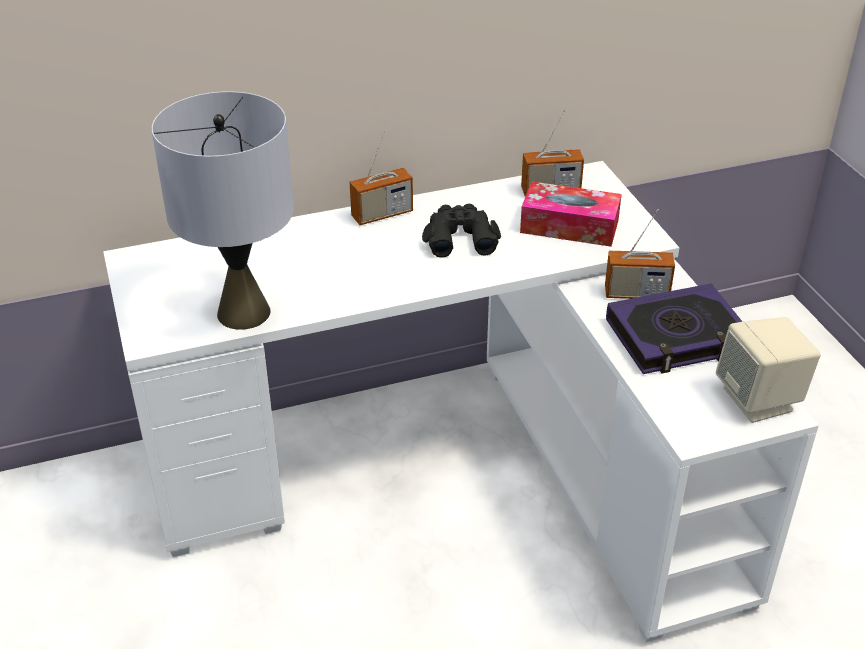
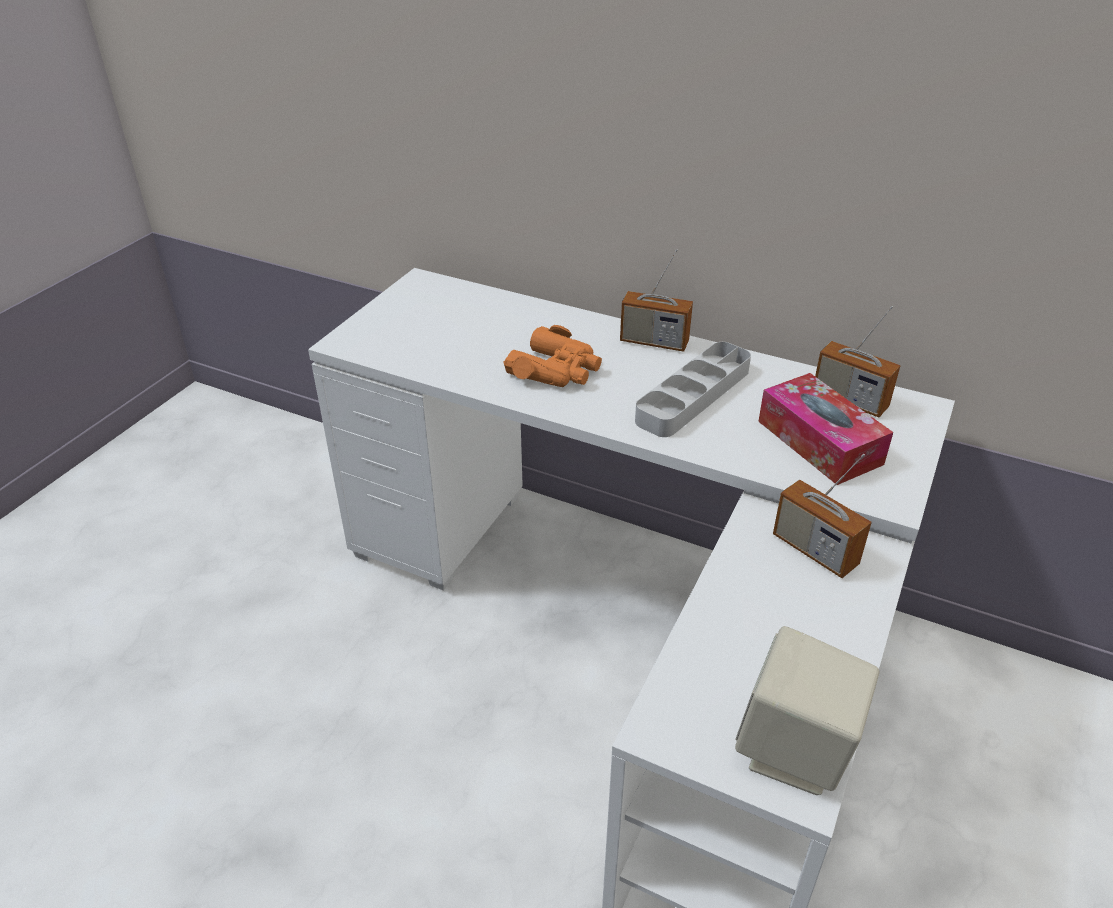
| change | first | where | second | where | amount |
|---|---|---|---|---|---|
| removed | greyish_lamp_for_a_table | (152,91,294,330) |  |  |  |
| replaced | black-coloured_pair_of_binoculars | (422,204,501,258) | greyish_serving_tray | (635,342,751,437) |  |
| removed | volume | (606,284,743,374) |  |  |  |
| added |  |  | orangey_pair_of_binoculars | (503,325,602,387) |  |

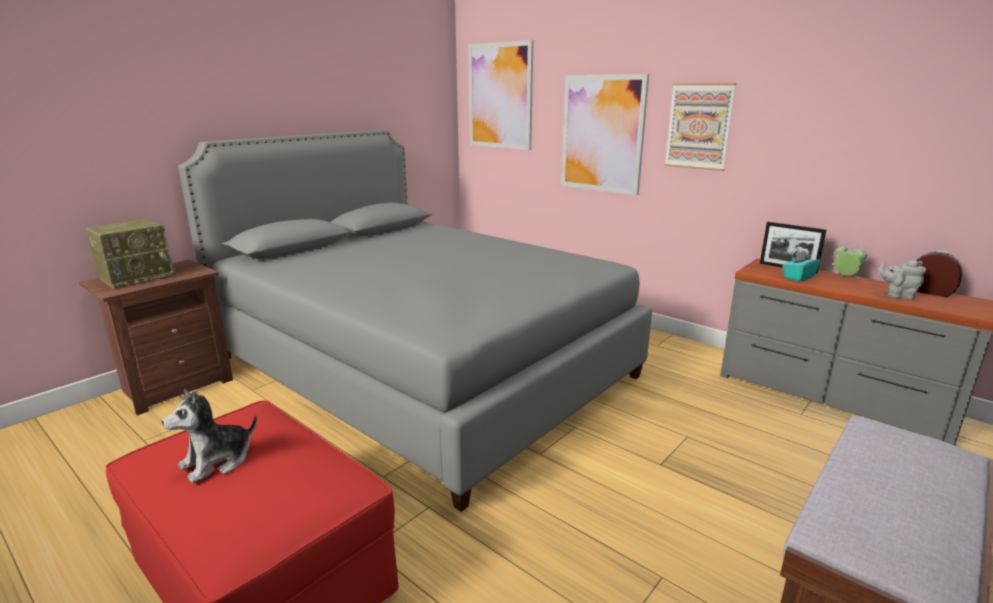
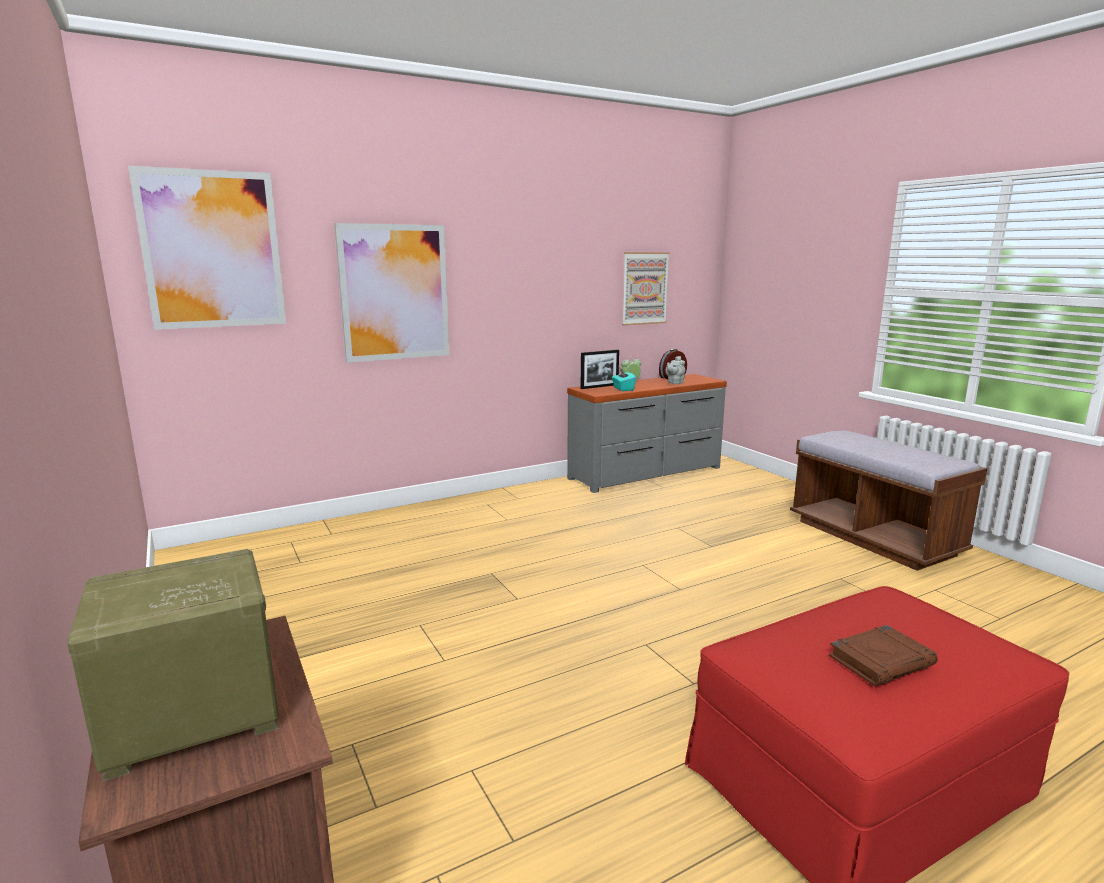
| change | first | where | second | where | amount |
|---|---|---|---|---|---|
| turned | radio | (86,219,176,289) |  | (67,549,279,782) | 90 degrees counterclockwise |
| replaced | soft_toy | (162,389,257,483) | brown_volume | (829,625,937,686) |  |
| removed | greyish_bedroom_bed | (178,130,652,512) |  |  |  |
| moved | wall_picture | (664,83,736,171) |  | (622,252,670,325) |  |

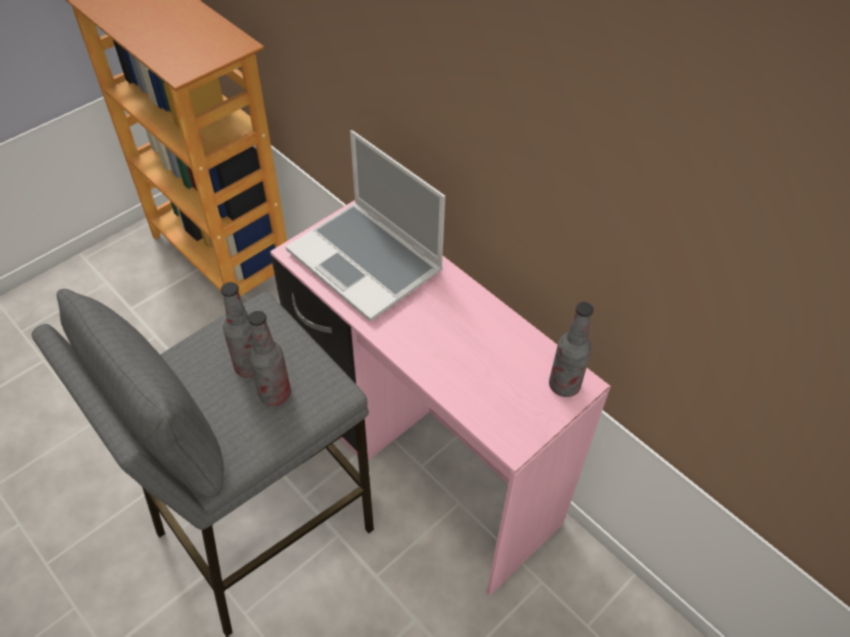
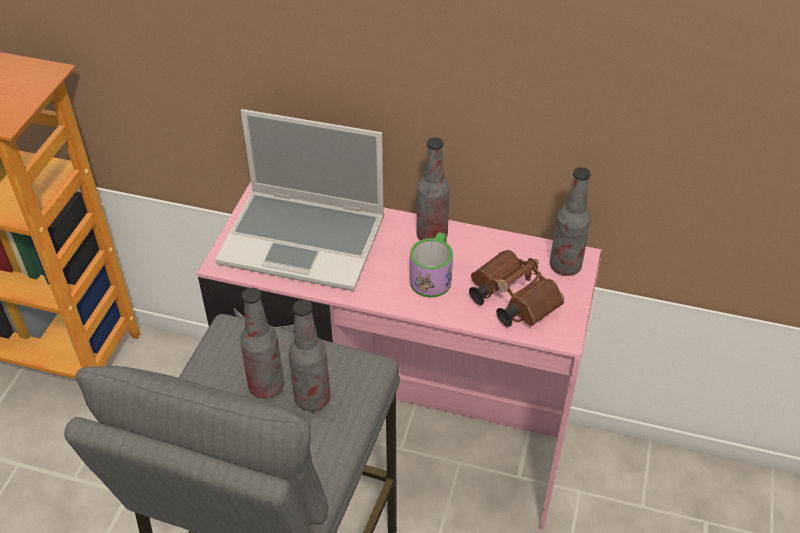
| change | first | where | second | where | amount |
|---|---|---|---|---|---|
| added |  |  | mug | (410,232,453,298) |  |
| added |  |  | beverage_bottle | (416,137,450,240) |  |
| added |  |  | brown_pair_of_binoculars | (469,250,564,327) |  |

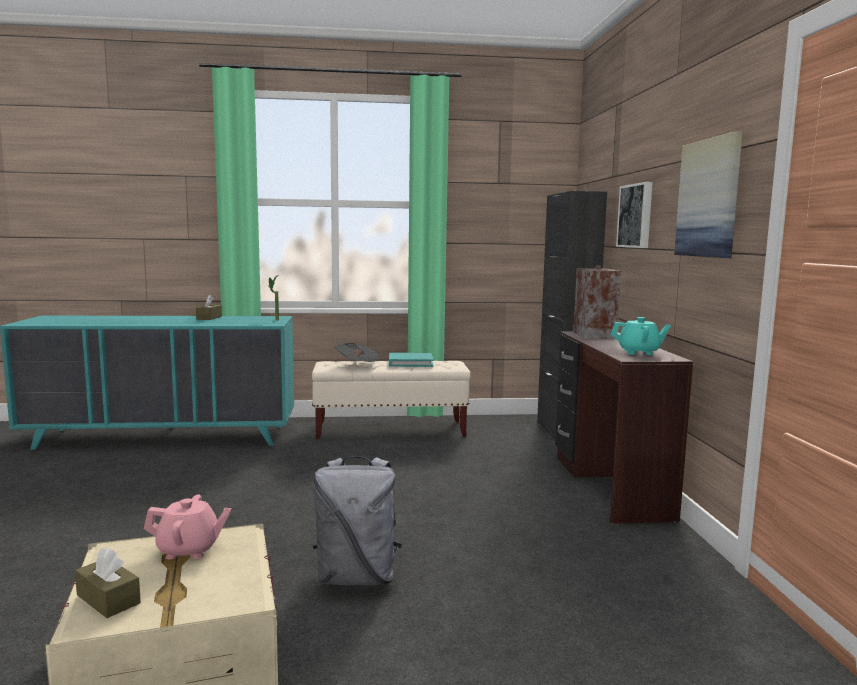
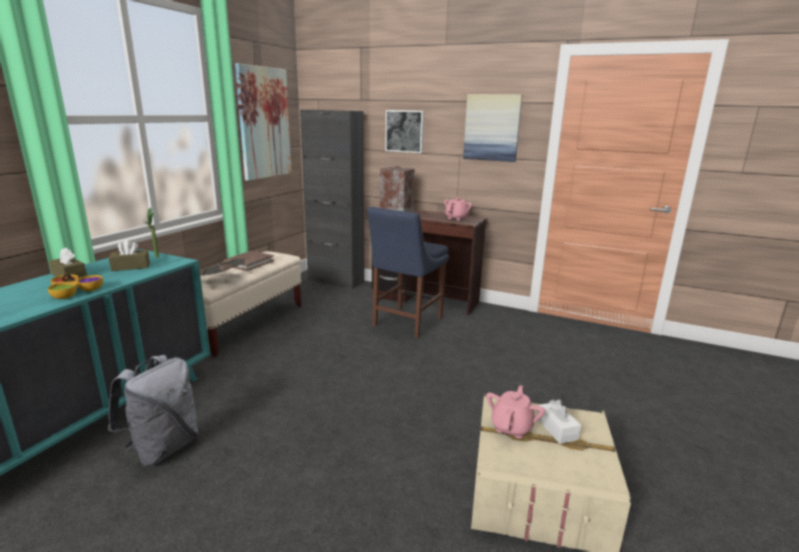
| change | first | where | second | where | amount |
|---|---|---|---|---|---|
| moved | brown_tissue_box | (75,547,141,618) |  | (109,240,150,271) |  |
| moved | greyish_backpack | (313,456,402,586) |  | (108,355,199,466) |  |
| recoloured | turquoise-coloured_volume | (389,353,433,367) | brown_volume | (223,251,274,271) |  |
| recoloured | turquoise-coloured_tea_pot | (611,317,671,355) | pinkish_tea_pot | (444,197,472,221) |  |
| added |  |  | deep_dish | (48,274,103,299) |  |
| added |  |  | wall_picture | (235,63,292,181) |  |
| added |  |  | blue-coloured_plain_chair | (367,207,449,338) |  |
| added |  |  | white-coloured_tissue_box | (538,400,581,444) |  |

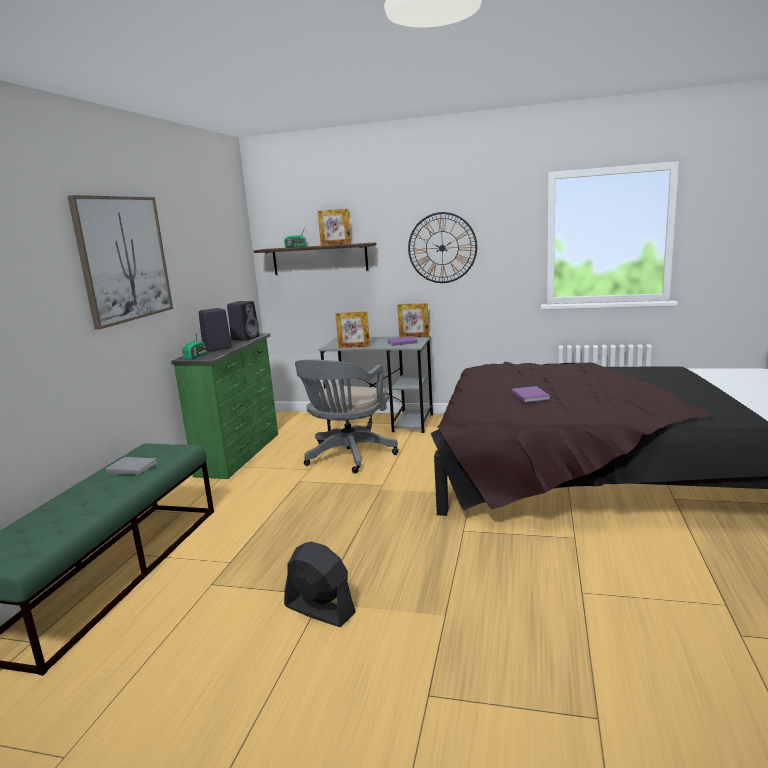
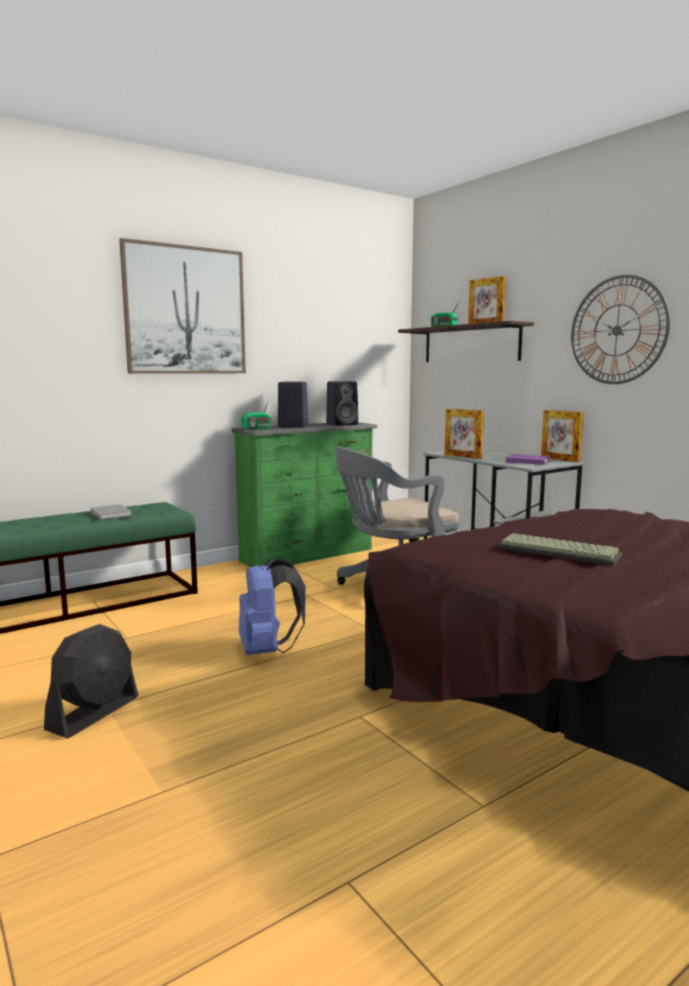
| change | first | where | second | where | amount |
|---|---|---|---|---|---|
| turned | black-coloured_electric_fan | (284,542,356,627) |  | (44,624,138,738) | 45 degrees clockwise |
| replaced | purplish_volume | (512,386,550,403) | PC_keyboard | (498,533,622,566) |  |
| added |  |  | blue-coloured_backpack | (239,558,305,655) |  |

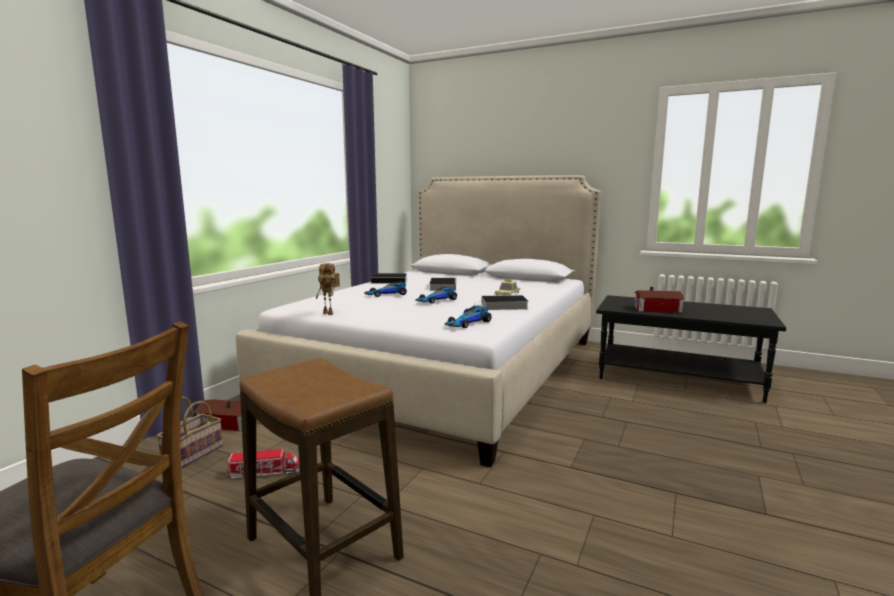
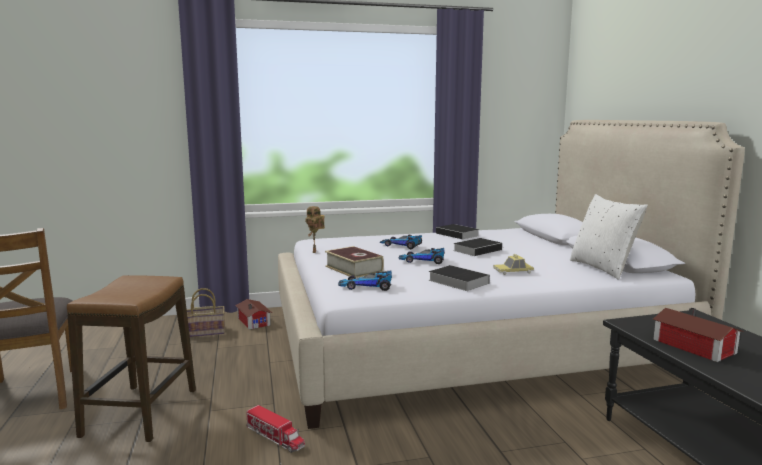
| change | first | where | second | where | amount |
|---|---|---|---|---|---|
| moved | toy_lorry | (227,449,300,478) |  | (246,405,305,453) |  |
| added |  |  | volume | (325,246,384,278) |  |
| added |  |  | white-coloured_cushion | (570,194,648,280) |  |

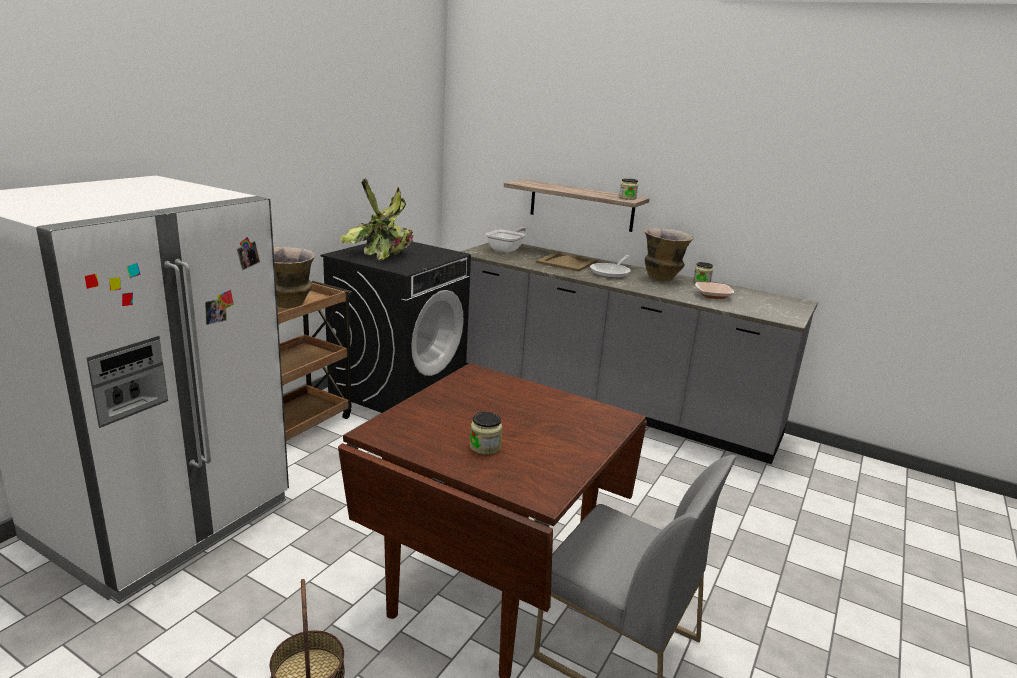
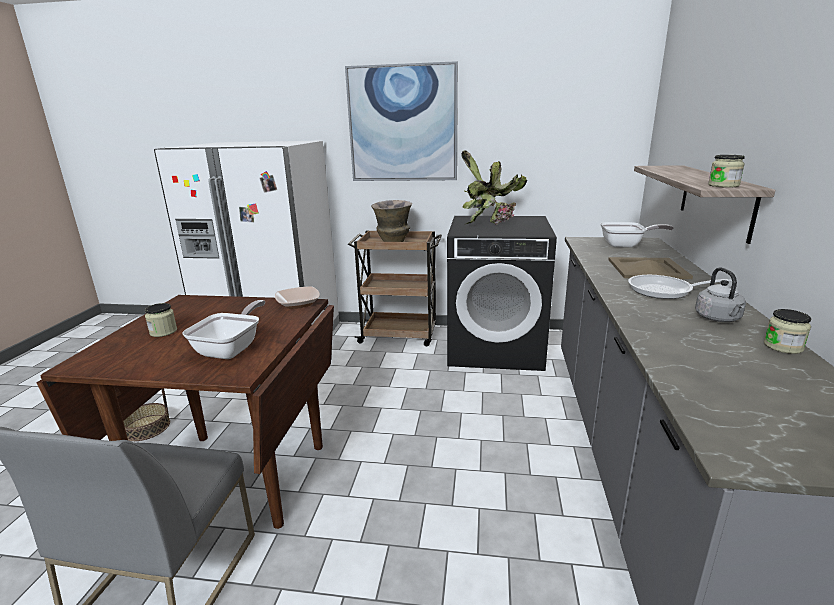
| change | first | where | second | where | amount |
|---|---|---|---|---|---|
| replaced | vase | (644,229,694,282) | greyish_tea_kettle | (695,267,746,322) |  |
| moved | deep_dish | (695,282,734,299) |  | (275,286,320,309) |  |
| added |  |  | frying_pan | (182,300,265,359) |  |
| added |  |  | wall_picture | (345,61,458,181) |  |

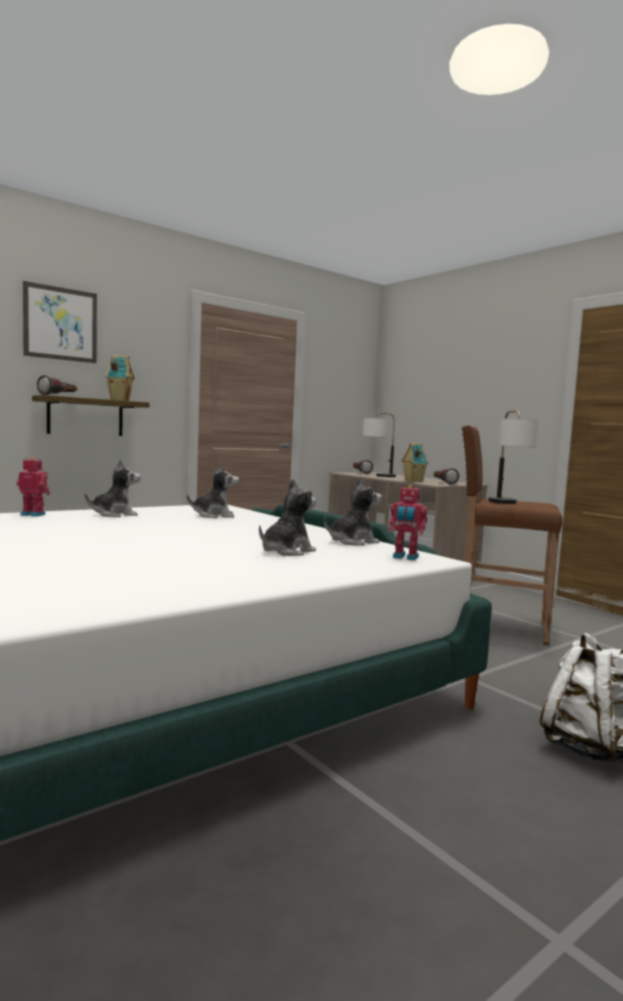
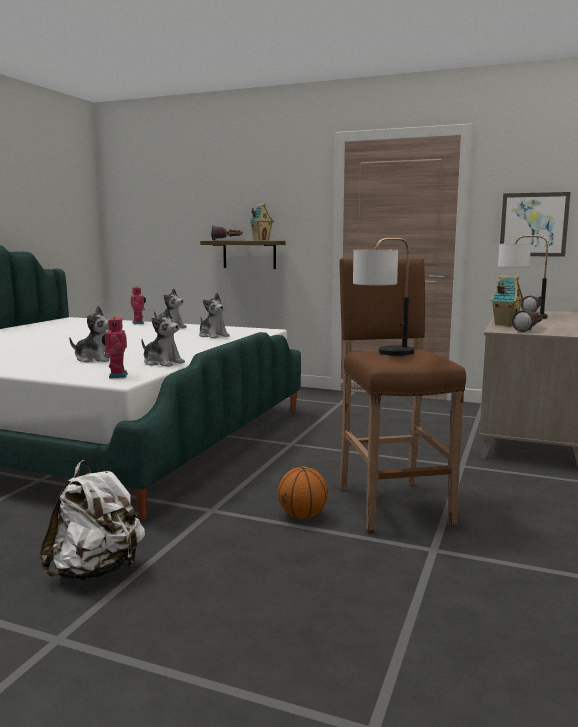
| change | first | where | second | where | amount |
|---|---|---|---|---|---|
| moved | wall_picture | (23,281,97,363) |  | (500,192,571,257) |  |
| added |  |  | basketball_ball | (278,466,328,519) |  |

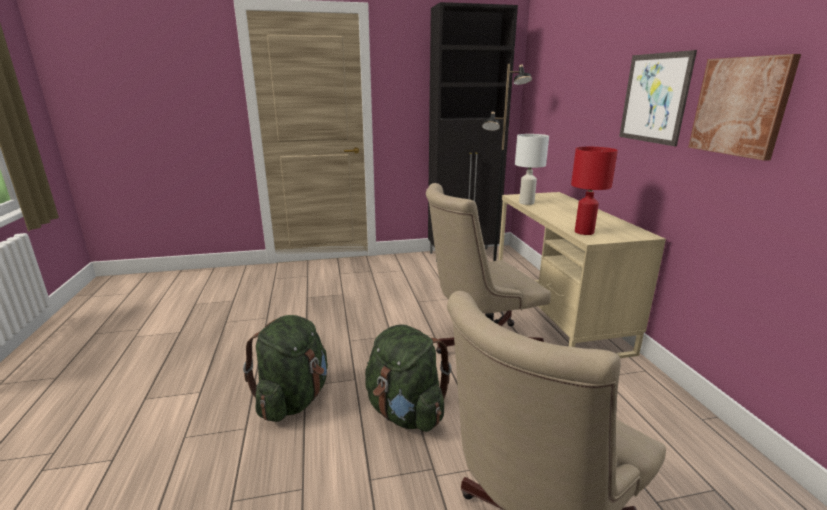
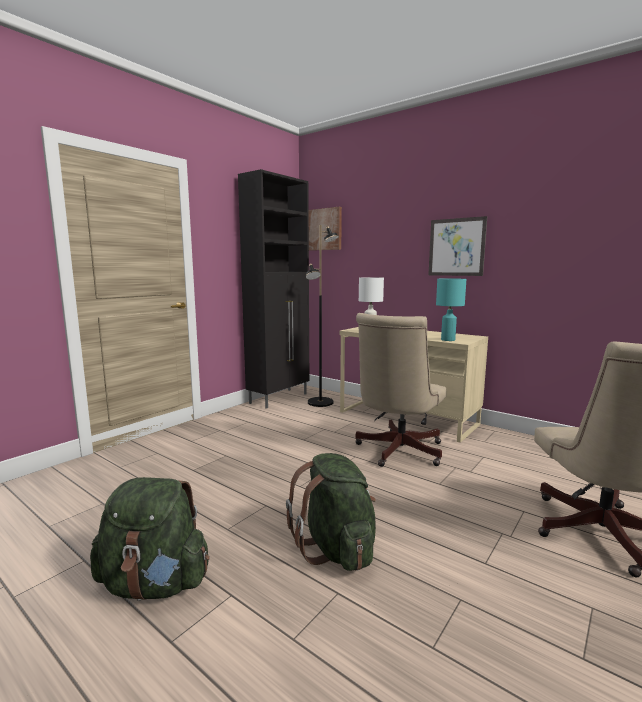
| change | first | where | second | where | amount |
|---|---|---|---|---|---|
| moved | greenish_backpack | (365,324,452,432) |  | (90,477,210,601) |  |
| recoloured | red_lamp_for_a_table | (571,147,618,235) | turquoise-coloured_lamp_for_a_table | (436,278,466,341) |  |
| moved | wall_picture | (688,54,801,161) |  | (309,207,342,251) |  |

